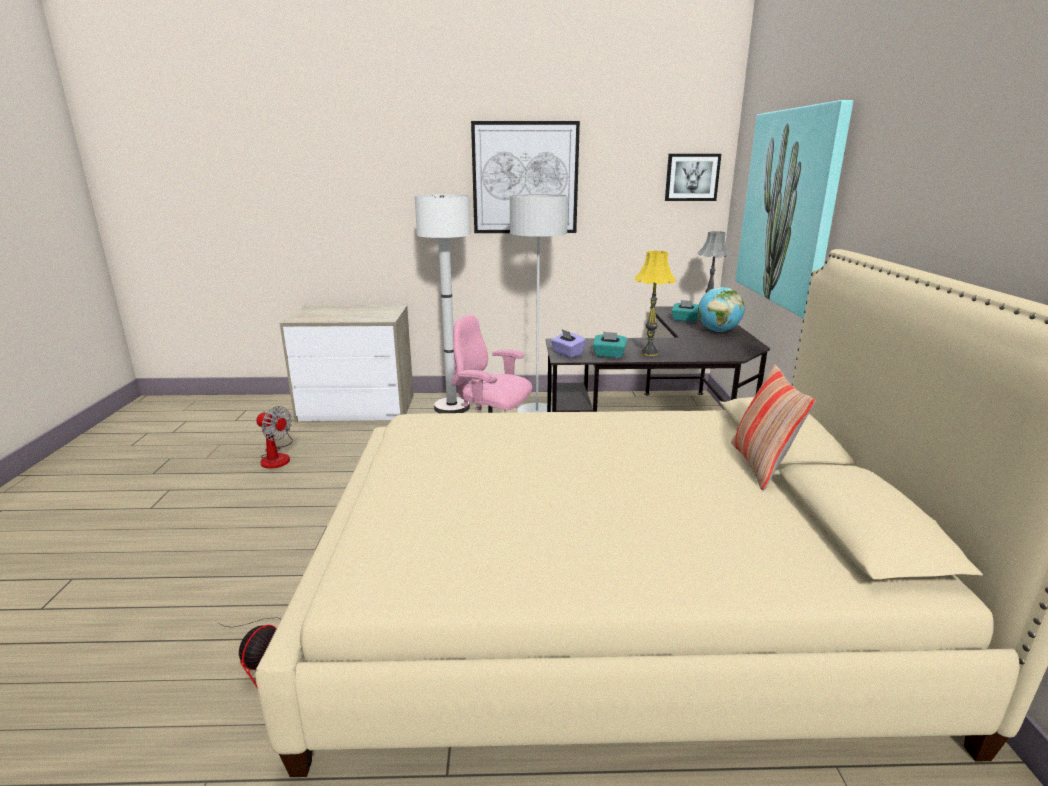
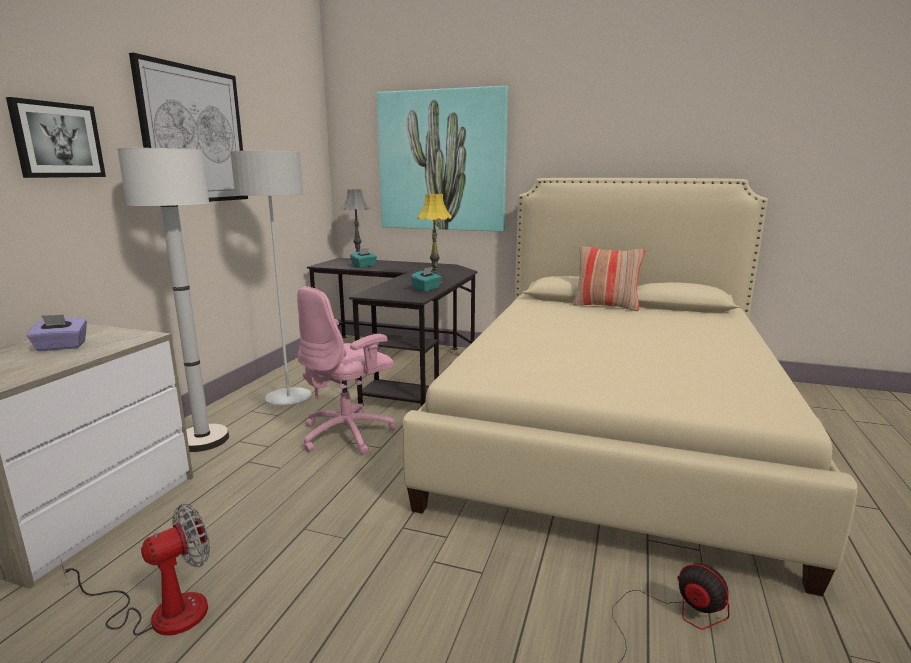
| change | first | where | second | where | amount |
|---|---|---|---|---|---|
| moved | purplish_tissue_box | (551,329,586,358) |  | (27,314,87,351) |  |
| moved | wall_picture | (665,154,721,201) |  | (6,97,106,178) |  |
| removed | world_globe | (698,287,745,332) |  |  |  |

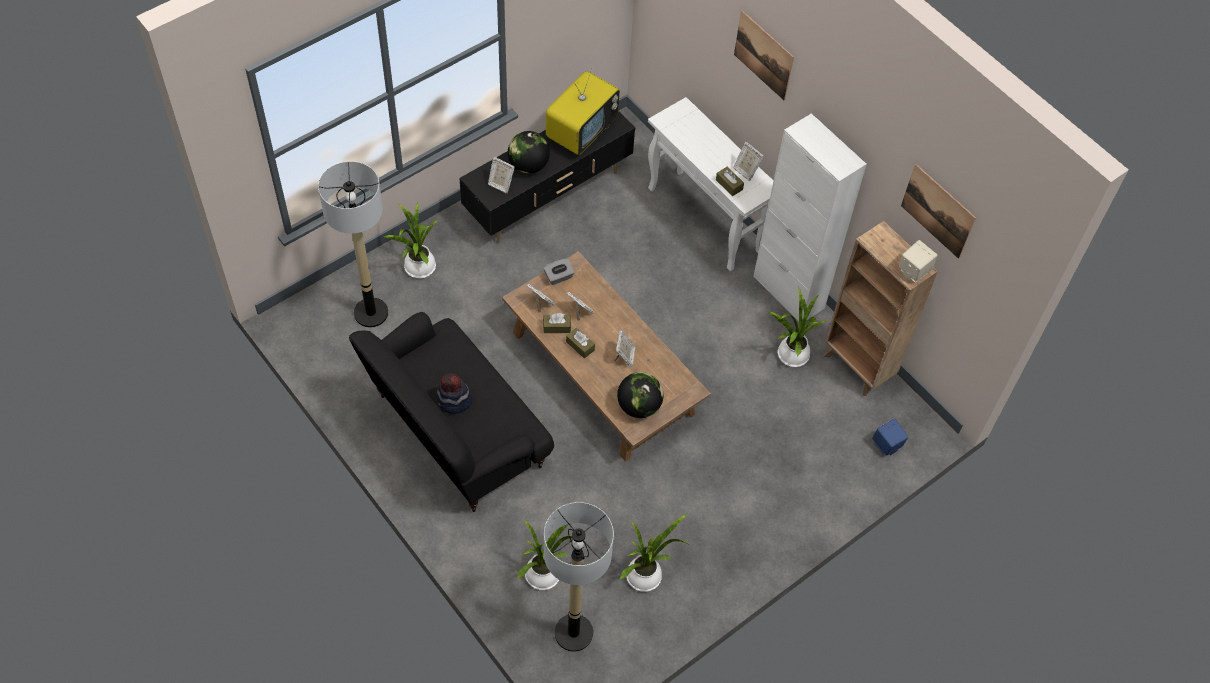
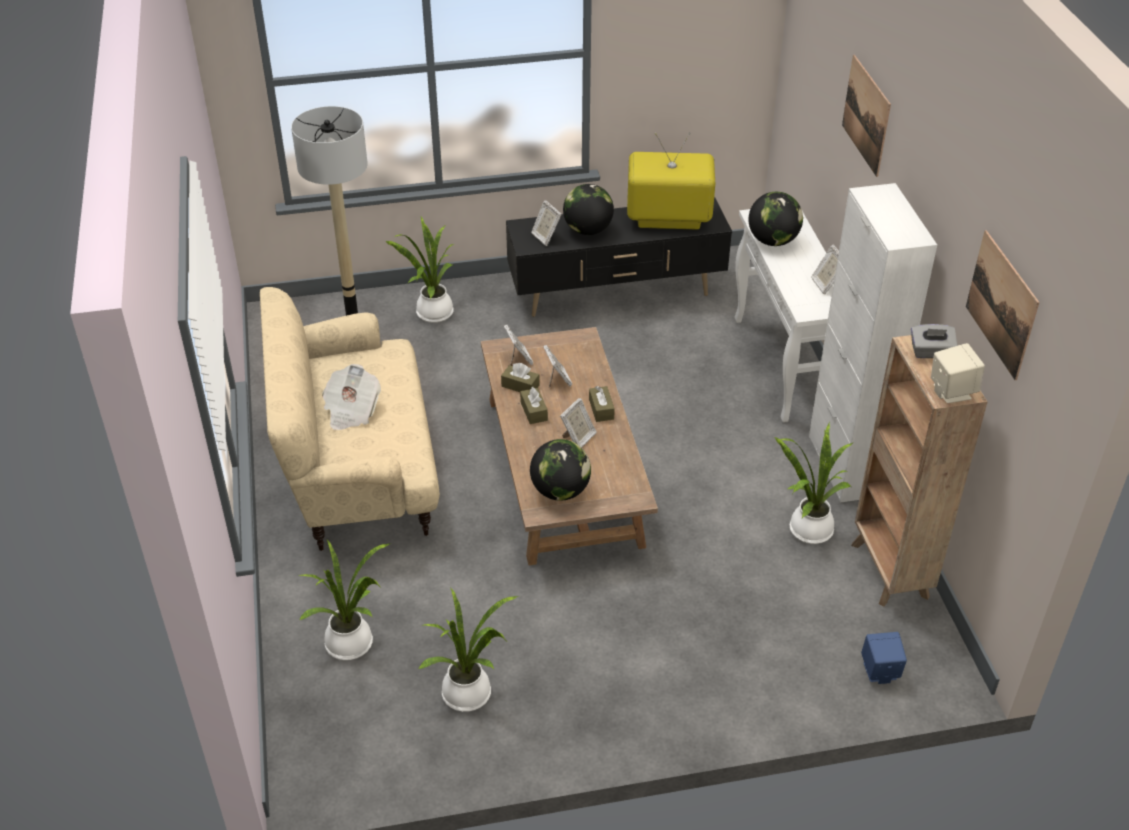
| change | first | where | second | where | amount |
|---|---|---|---|---|---|
| recoloured | black-coloured_settee | (349,312,554,512) | sand-coloured_settee | (260,287,440,551) |  |
| replaced | clothing_hat | (436,373,473,414) | printed_paper | (322,364,381,430) |  |
| moved | greyish_tissue_box | (543,258,575,285) |  | (911,324,958,358) |  |
| removed | standard_lamp | (544,502,614,652) |  |  |  |
| turned | television | (546,68,620,155) |  | (627,132,715,230) | 150 degrees counterclockwise |
| moved | brown_tissue_box | (716,167,744,196) |  | (589,386,615,422) |  |
| added |  |  | world_globe | (748,192,803,246) |  |

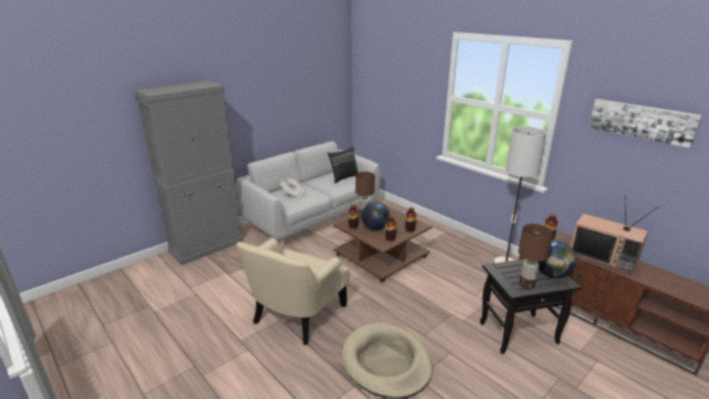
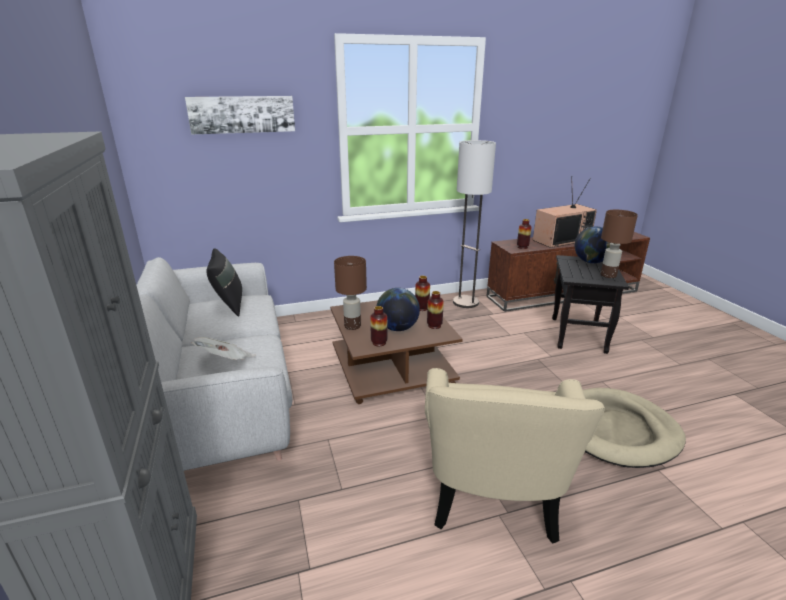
| change | first | where | second | where | amount |
|---|---|---|---|---|---|
| turned | sand-coloured_easy_chair | (237,238,350,345) |  | (425,368,605,544) | 45 degrees clockwise |
| moved | wall_picture | (589,99,702,148) |  | (185,96,295,134) |  |

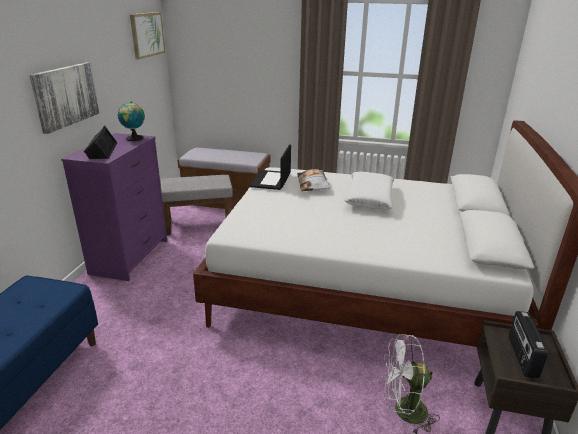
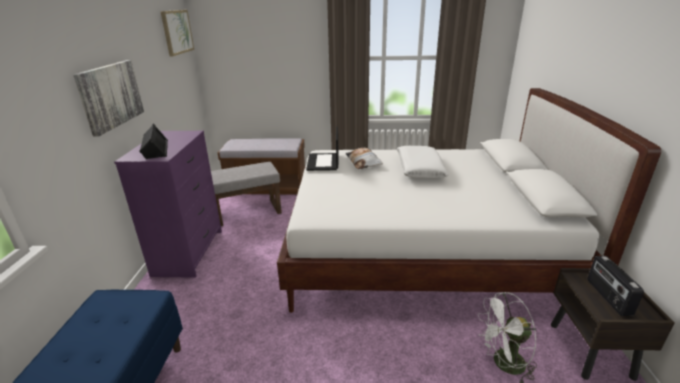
| change | first | where | second | where | amount |
|---|---|---|---|---|---|
| removed | world_globe | (118,101,145,141) |  |  |  |

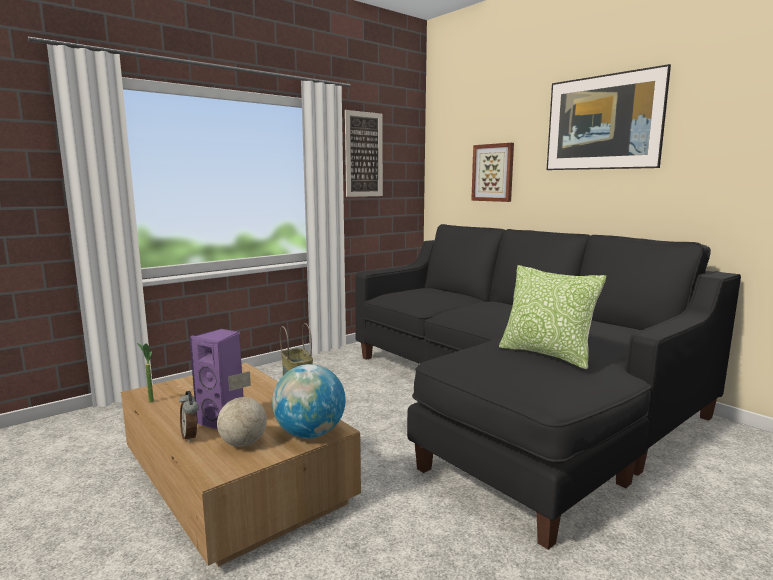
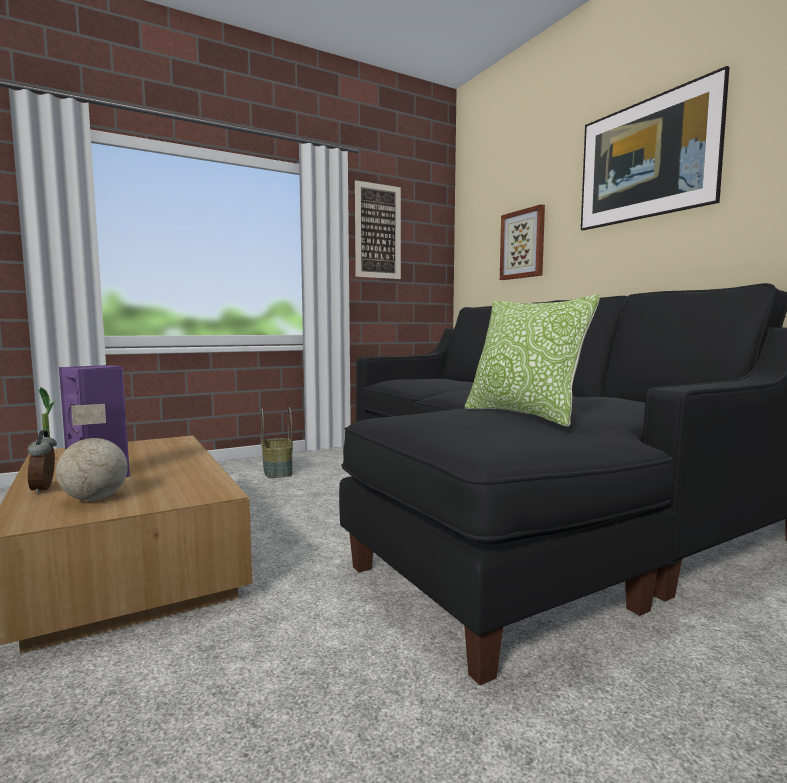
| change | first | where | second | where | amount |
|---|---|---|---|---|---|
| removed | world_globe | (272,364,346,438) |  |  |  |

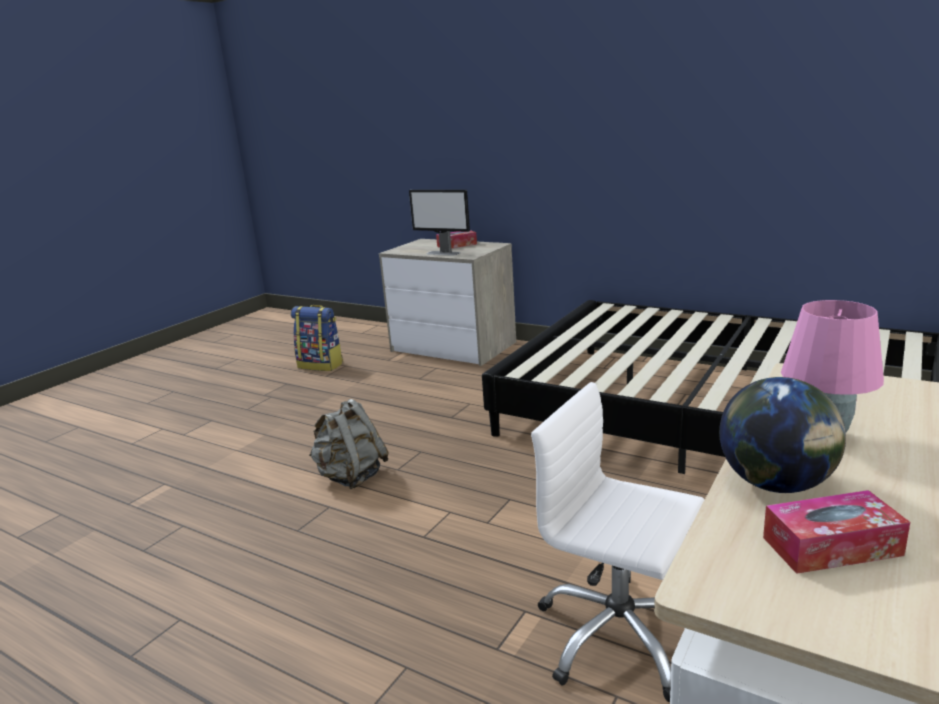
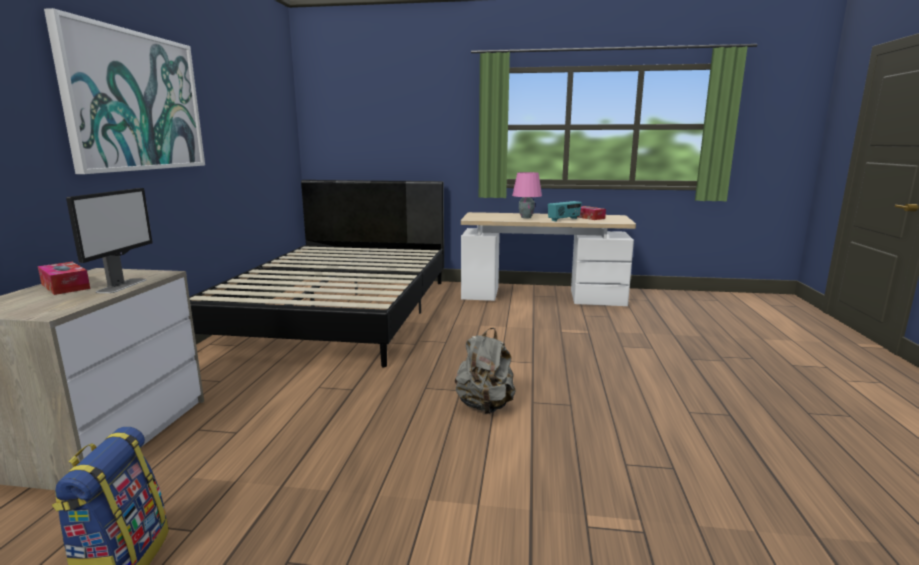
| change | first | where | second | where | amount |
|---|---|---|---|---|---|
| removed | white-coloured_computer_chair | (531,382,705,702) |  |  |  |
| replaced | world_globe | (719,377,846,493) | radio | (548,201,582,221) |  |
| added |  |  | wall_picture | (44,8,205,174) |  |

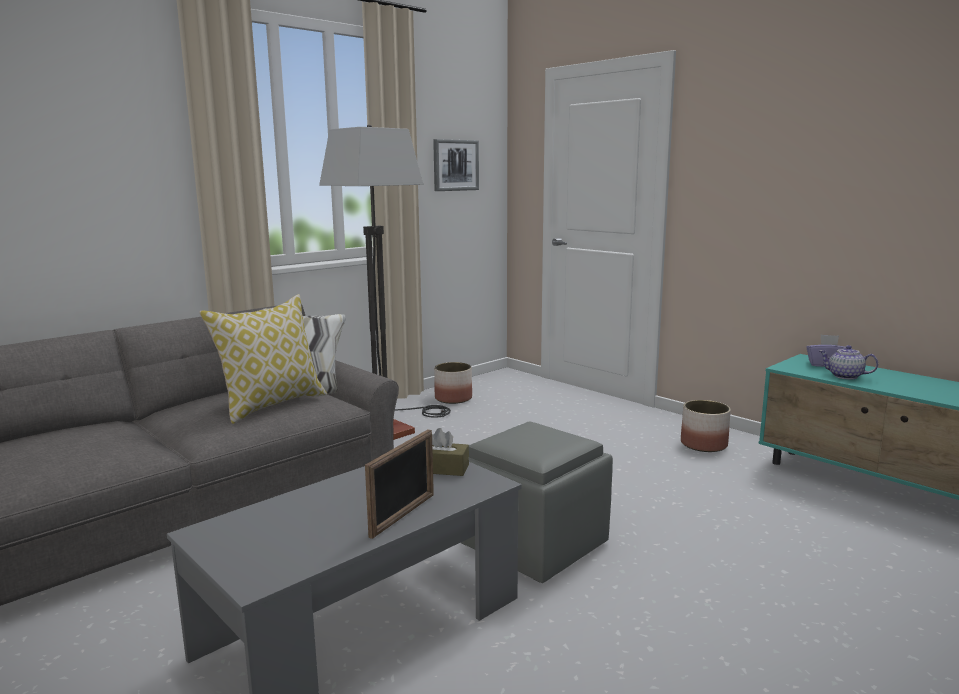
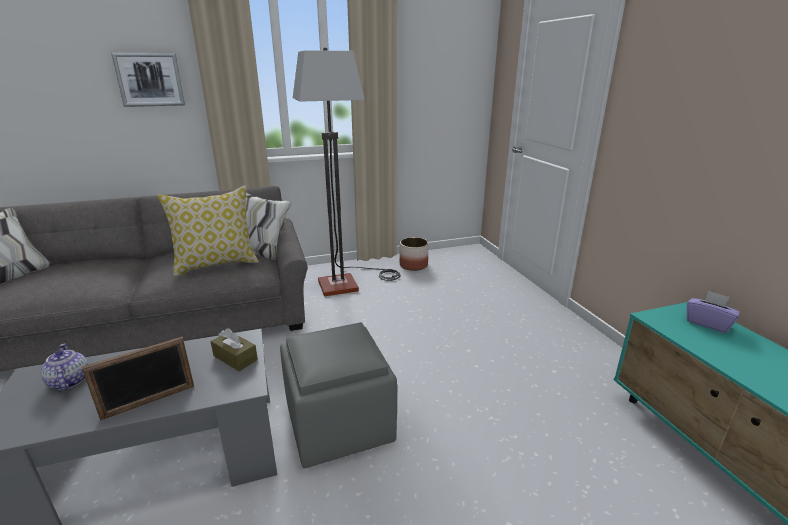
| change | first | where | second | where | amount |
|---|---|---|---|---|---|
| moved | wall_picture | (433,139,479,191) |  | (111,53,185,107) |  |
| removed | plant_pot | (681,400,731,452) |  |  |  |
| moved | tea_pot | (819,345,878,380) |  | (41,343,88,390) |  |

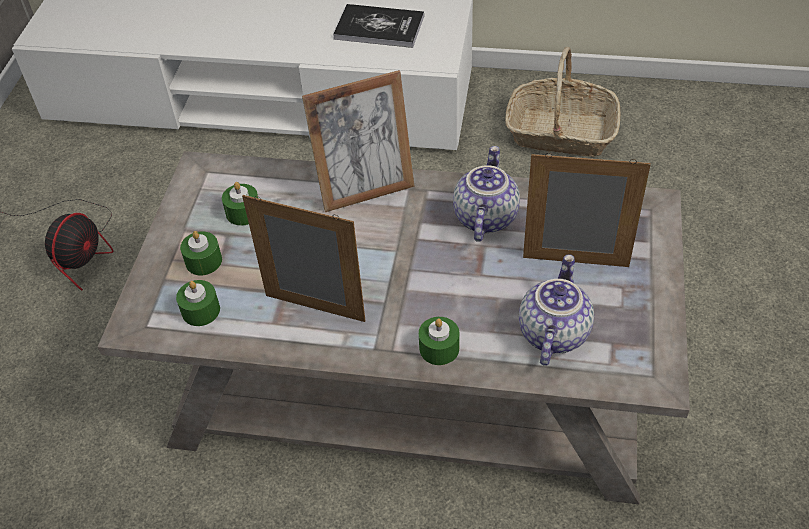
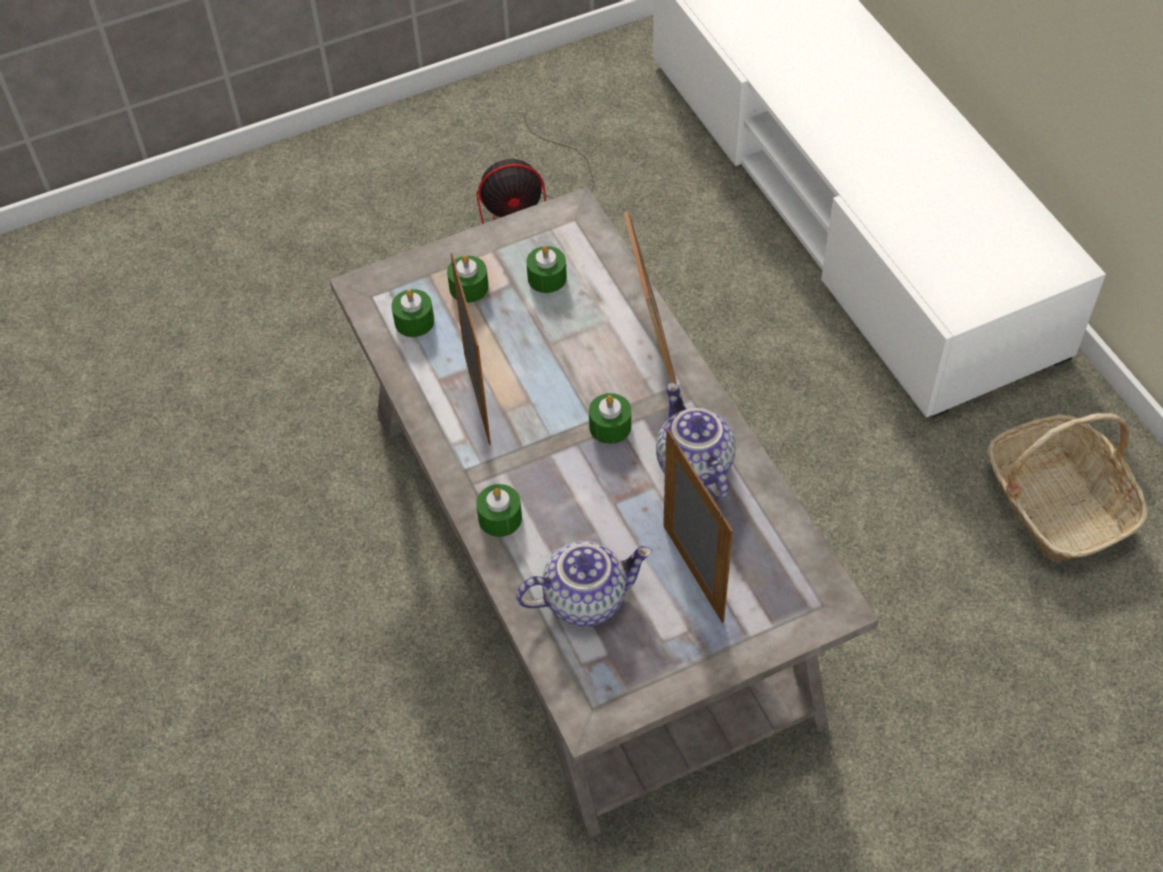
| change | first | where | second | where | amount |
|---|---|---|---|---|---|
| turned | standing_frame | (302,70,414,212) |  | (624,211,677,384) | 135 degrees counterclockwise |
| removed | volume | (333,4,424,48) |  |  |  |
| turned | tea_pot | (453,146,520,242) |  | (656,383,736,499) | 90 degrees counterclockwise |
| added |  |  | greenish_candle | (589,393,631,444) |  |

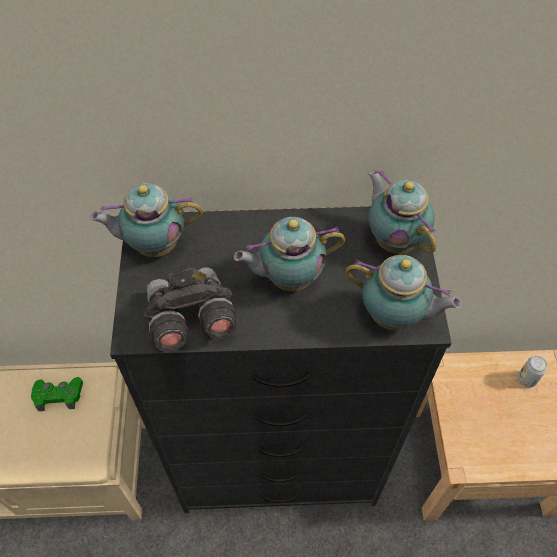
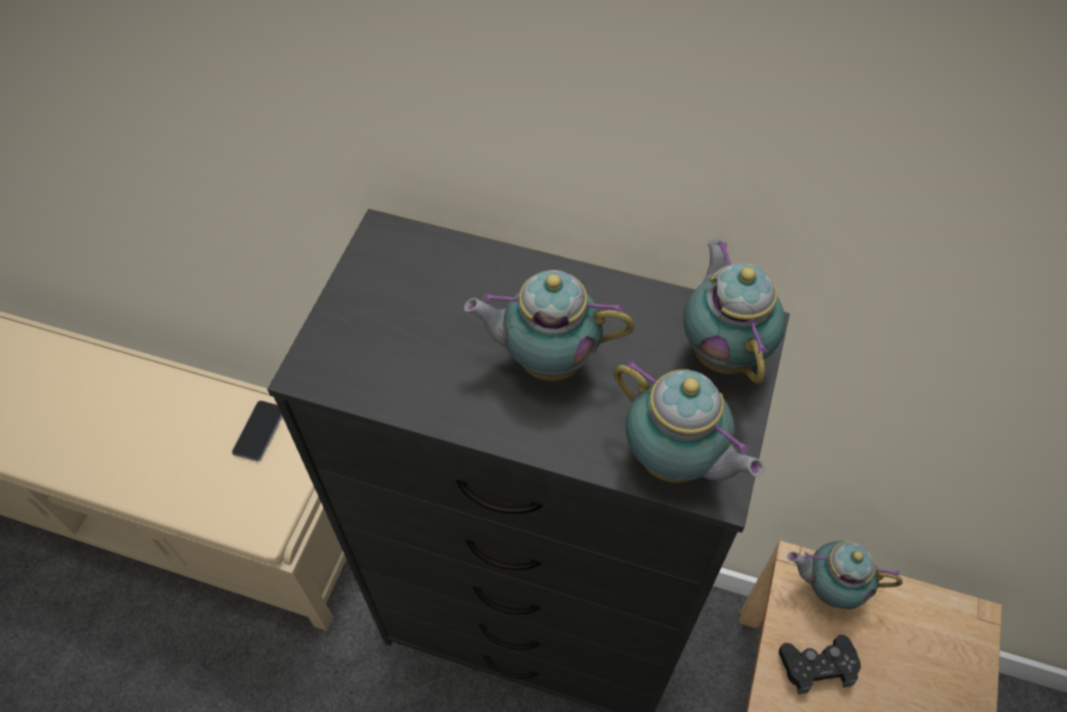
| change | first | where | second | where | amount |
|---|---|---|---|---|---|
| replaced | greenish_joypad | (31,377,83,411) | phone | (232,401,282,462) |  |
| moved | tea_pot | (90,183,203,257) |  | (787,541,902,609) |  |
| removed | greyish_pair_of_binoculars | (143,267,237,352) |  |  |  |
| removed | sealed_can | (518,356,547,387) |  |  |  |
| added |  |  | black-coloured_joypad | (779,635,861,694) |  |

